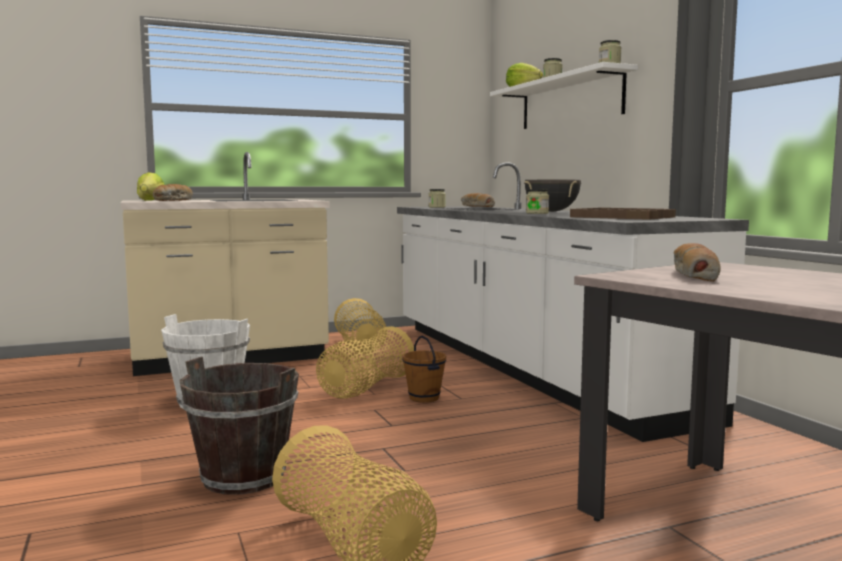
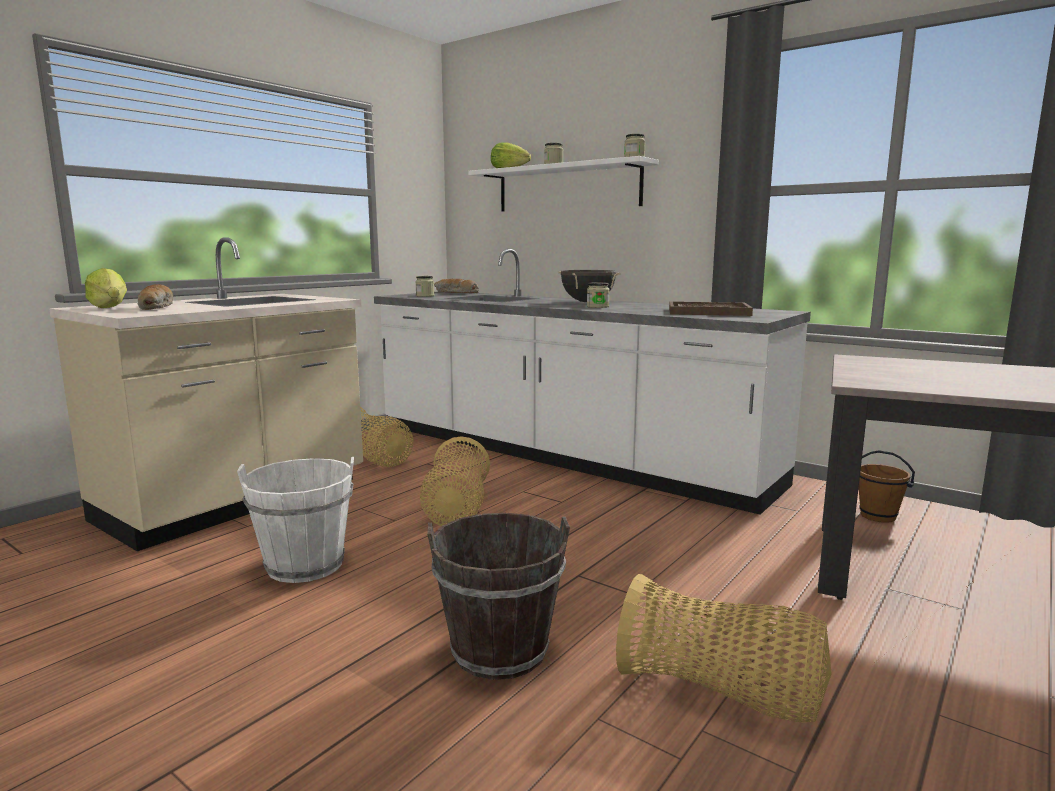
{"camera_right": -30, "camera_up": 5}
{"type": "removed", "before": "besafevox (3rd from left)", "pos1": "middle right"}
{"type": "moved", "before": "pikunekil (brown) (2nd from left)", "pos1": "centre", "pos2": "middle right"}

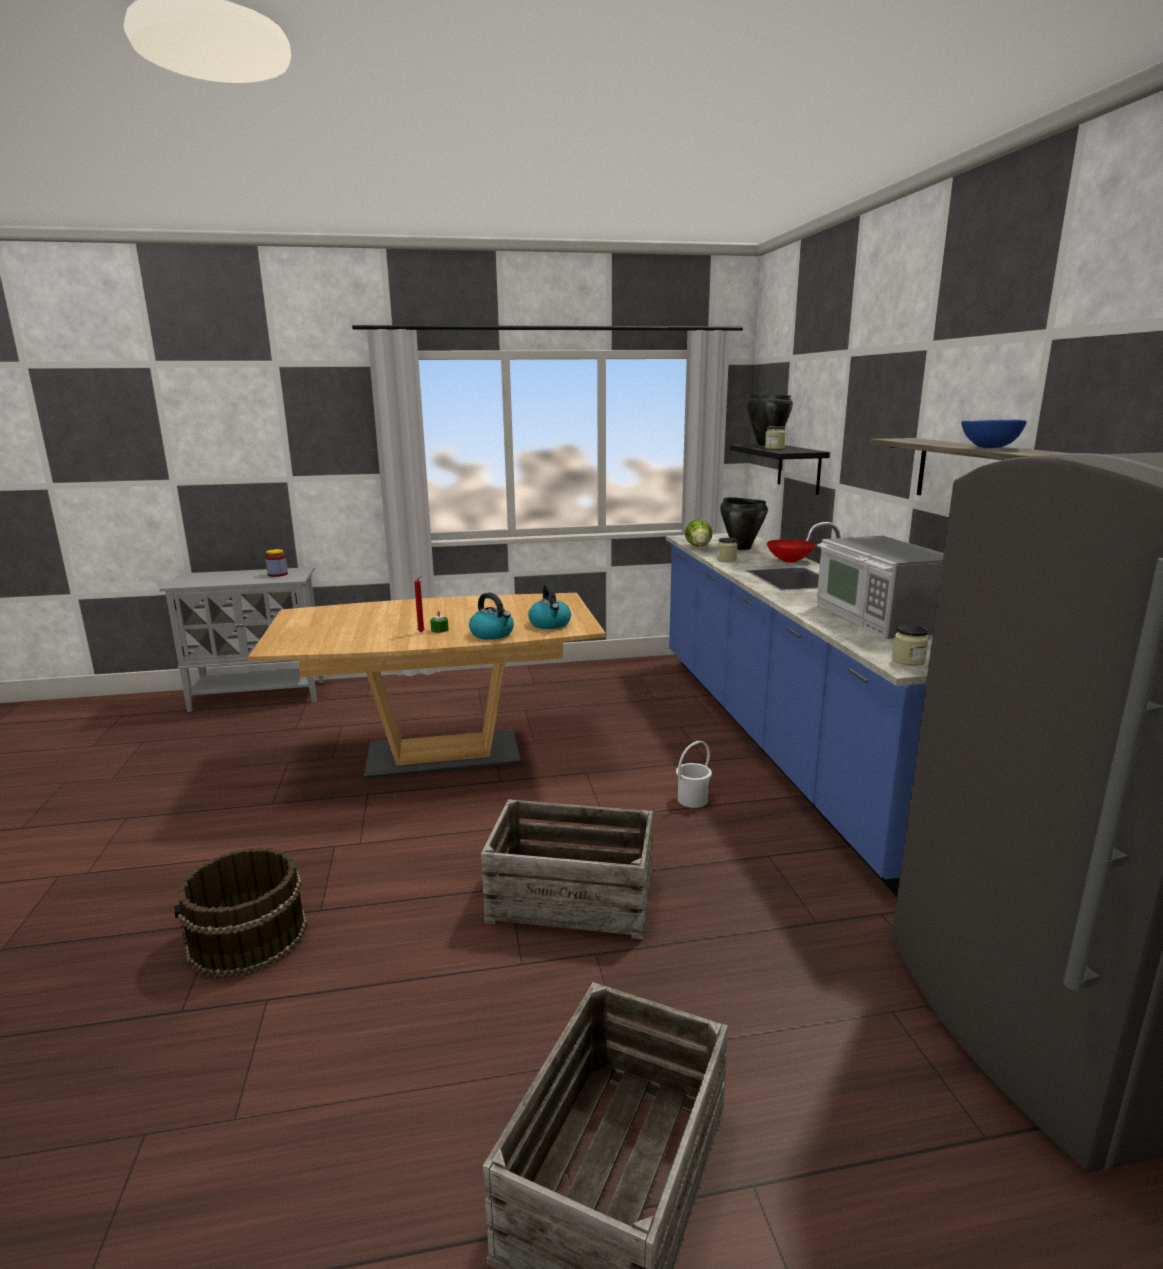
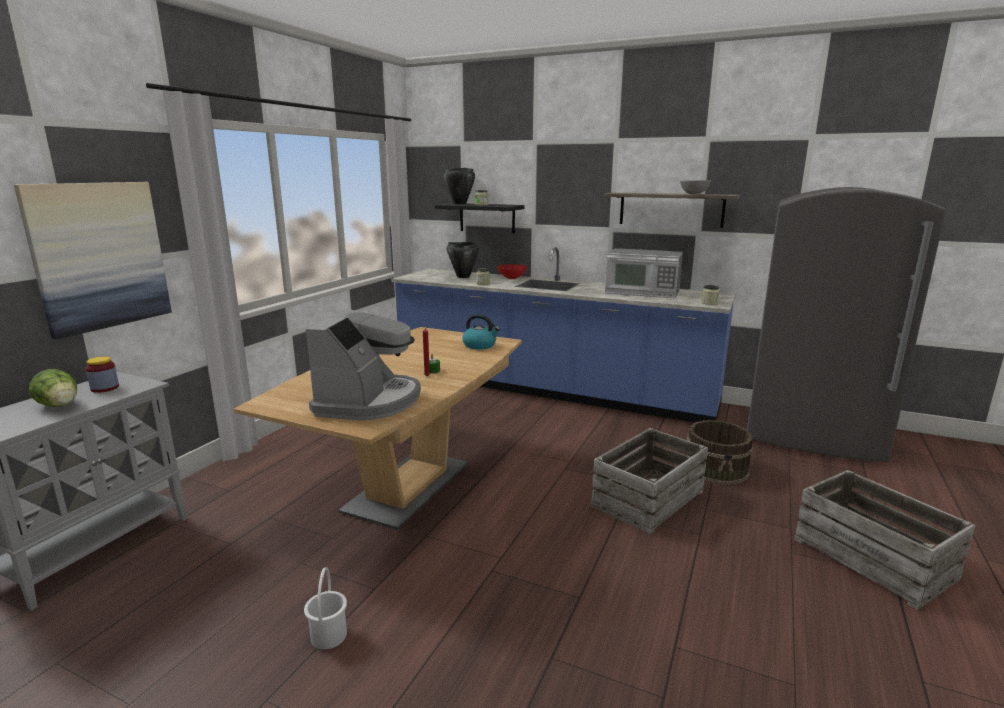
{"camera_right": -55, "camera_up": 0}
{"type": "recoloured", "before": "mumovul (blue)", "after": "mumovul (grey)", "pos1": "middle right", "pos2": "top right"}
{"type": "moved", "before": "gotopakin", "pos1": "centre", "pos2": "middle left"}
{"type": "removed", "before": "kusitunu (1st from left)", "pos1": "centre"}
{"type": "moved", "before": "pikunekil (white)", "pos1": "centre", "pos2": "bottom left"}
{"type": "moved", "before": "pikunekil (brown)", "pos1": "bottom left", "pos2": "middle right"}
{"type": "added", "after": "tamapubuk", "pos2": "middle left"}
{"type": "added", "after": "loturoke", "pos2": "centre"}

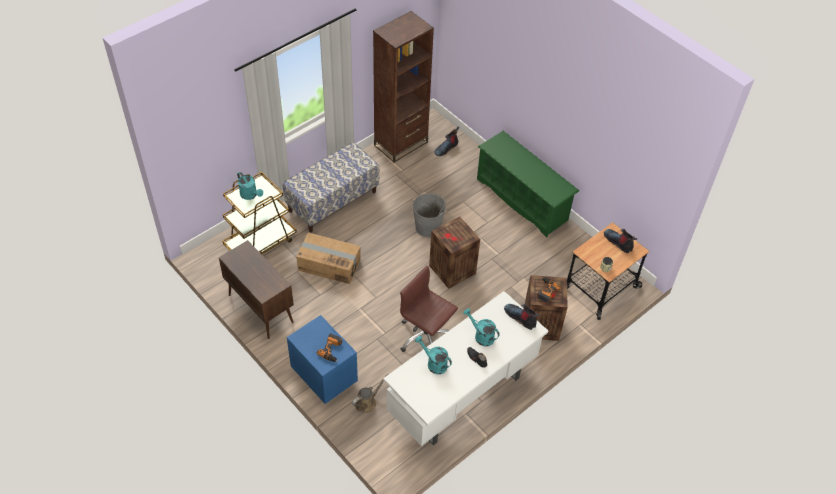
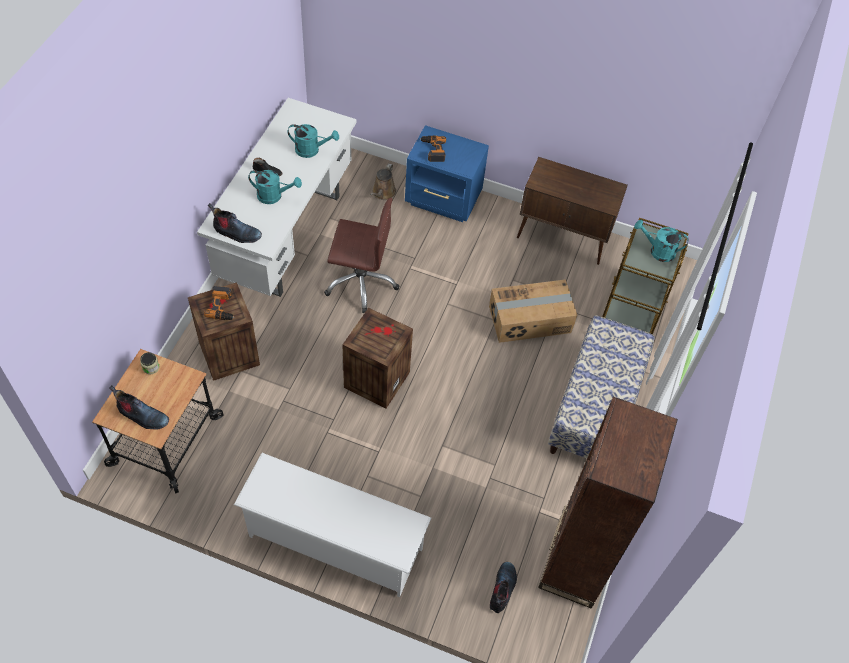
{"camera_right": 150, "camera_up": 5}
{"type": "recoloured", "before": "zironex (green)", "after": "zironex (white)", "pos1": "centre", "pos2": "bottom centre"}
{"type": "removed", "before": "pikunekil (grey)", "pos1": "centre"}

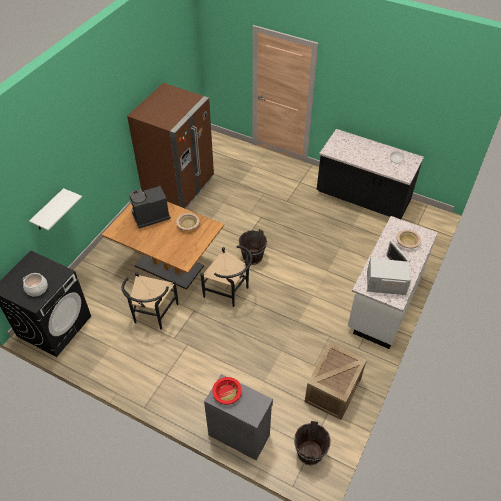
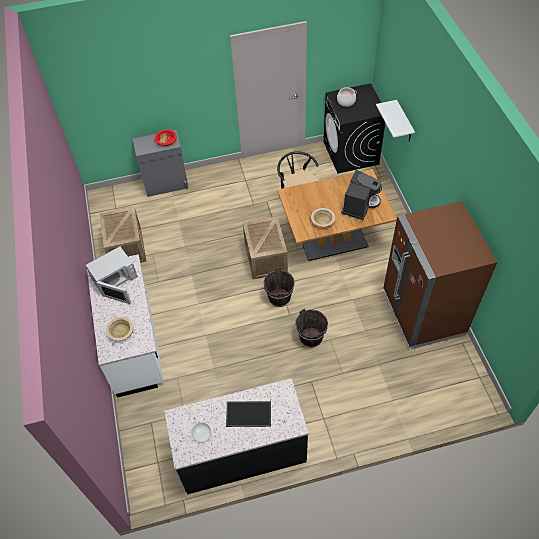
{"camera_right": 140, "camera_up": 5}
{"type": "replaced", "before": "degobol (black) (2nd from left)", "after": "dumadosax (2nd from left)", "pos1": "centre", "pos2": "centre"}
{"type": "moved", "before": "pikunekil (brown) (2nd from left)", "pos1": "bottom centre", "pos2": "centre"}
{"type": "added", "after": "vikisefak", "pos2": "bottom centre"}

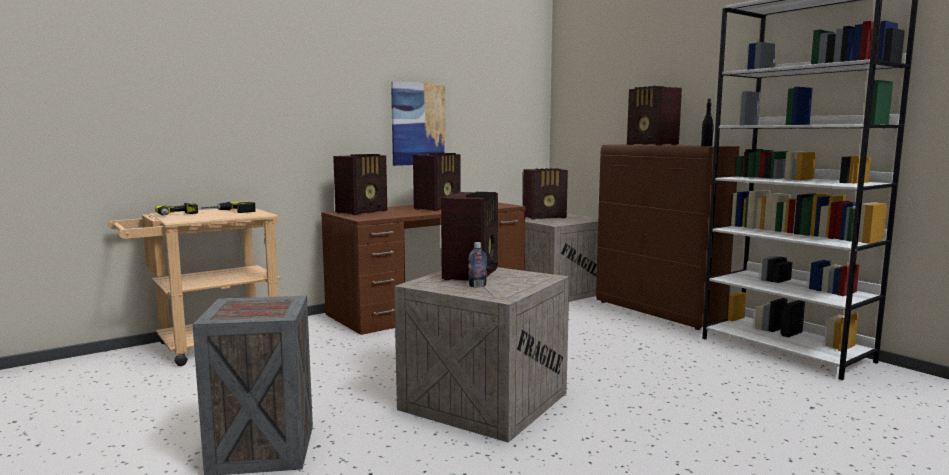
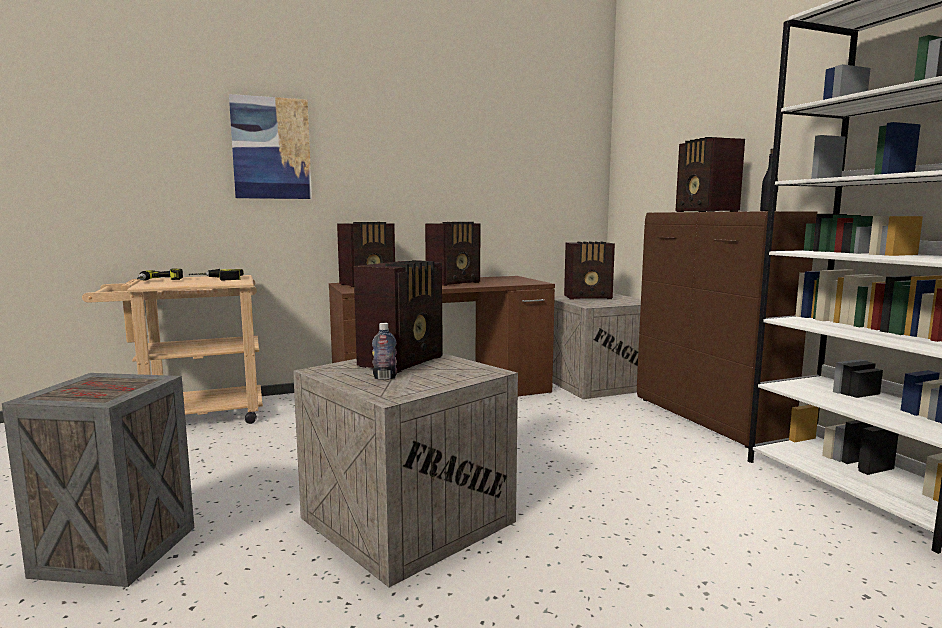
{"camera_right": 15, "camera_up": 0}
{"type": "moved", "before": "tamapubuk", "pos1": "top centre", "pos2": "top left"}

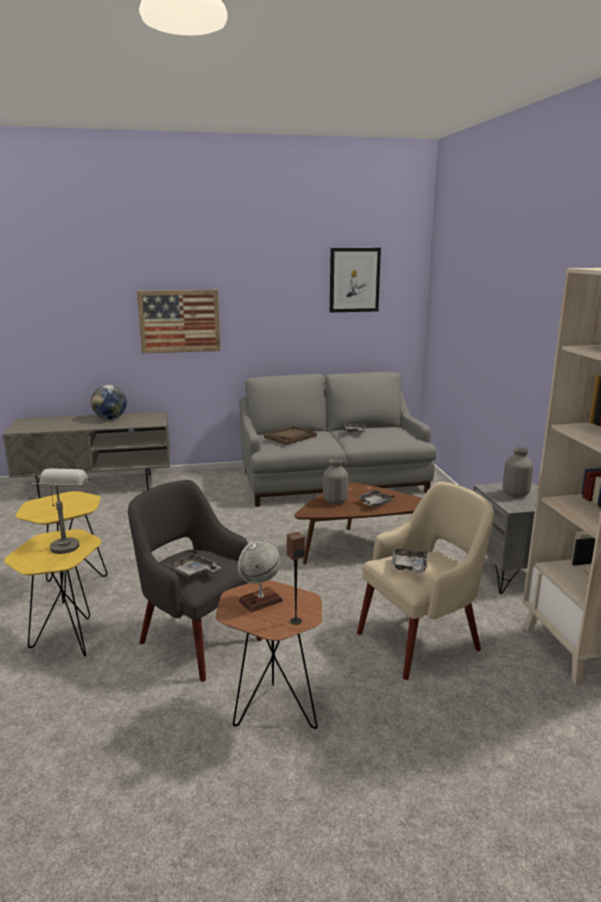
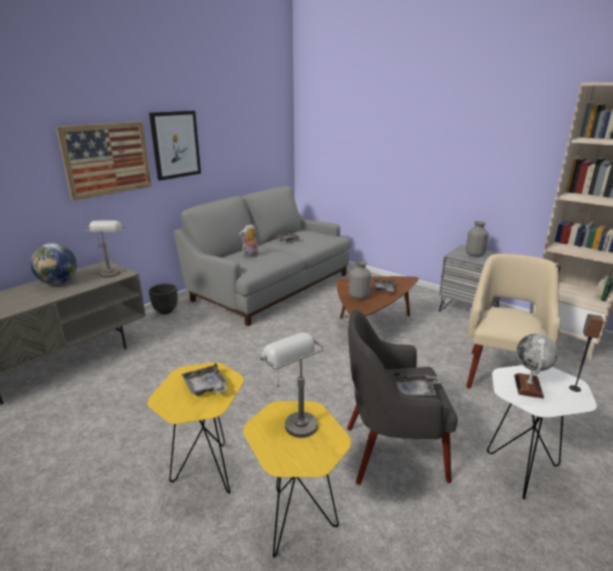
{"camera_right": -40, "camera_up": 5}
{"type": "moved", "before": "tamapubuk (2nd from left)", "pos1": "top centre", "pos2": "top left"}
{"type": "replaced", "before": "vikisefak (brown)", "after": "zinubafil", "pos1": "centre", "pos2": "centre"}
{"type": "moved", "before": "vikisefak (grey) (4th from left in the first image)", "after": "vikisefak (grey) (1st from left)", "pos1": "middle right", "pos2": "middle left"}
{"type": "recoloured", "before": "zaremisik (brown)", "after": "zaremisik (white)", "pos1": "bottom centre", "pos2": "bottom right"}
{"type": "added", "after": "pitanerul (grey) (1st from left)", "pos2": "middle left"}
{"type": "added", "after": "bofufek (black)", "pos2": "middle left"}

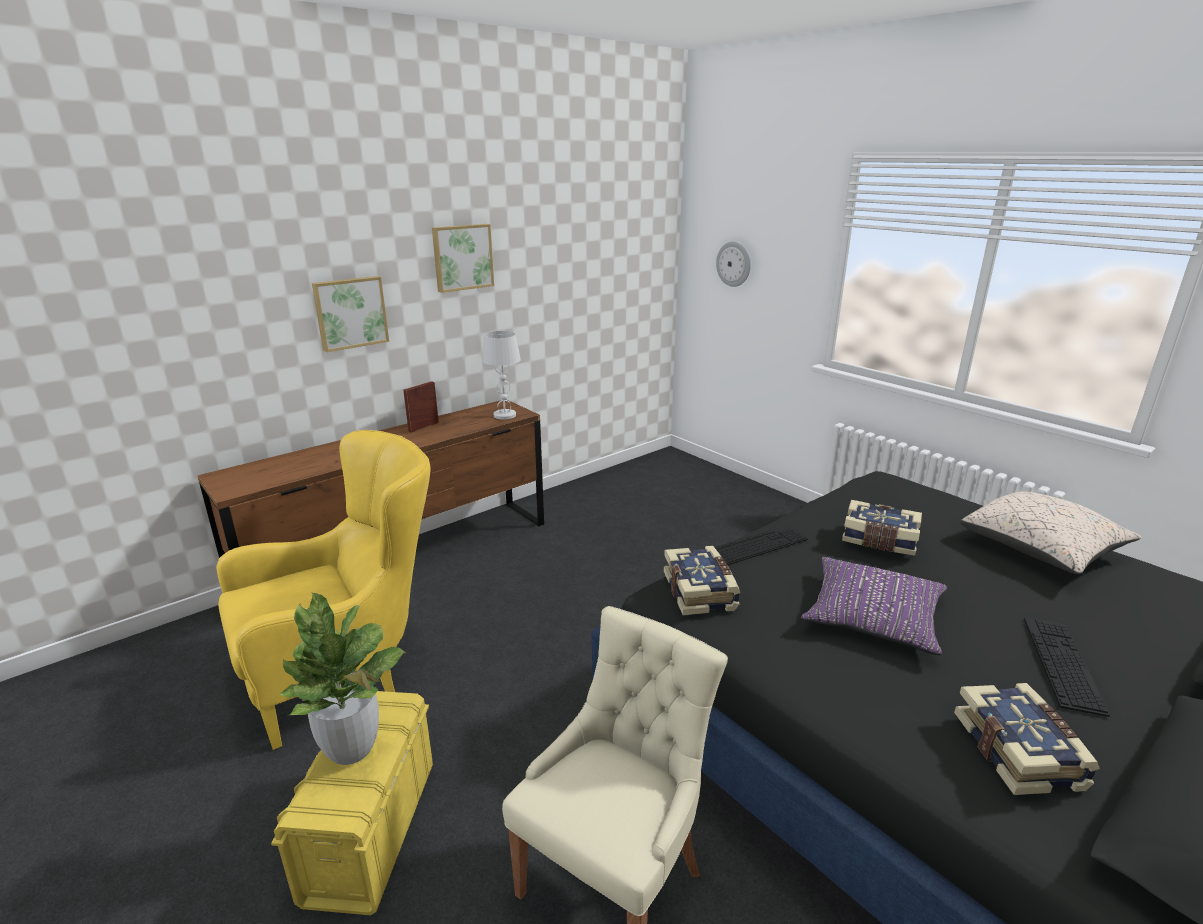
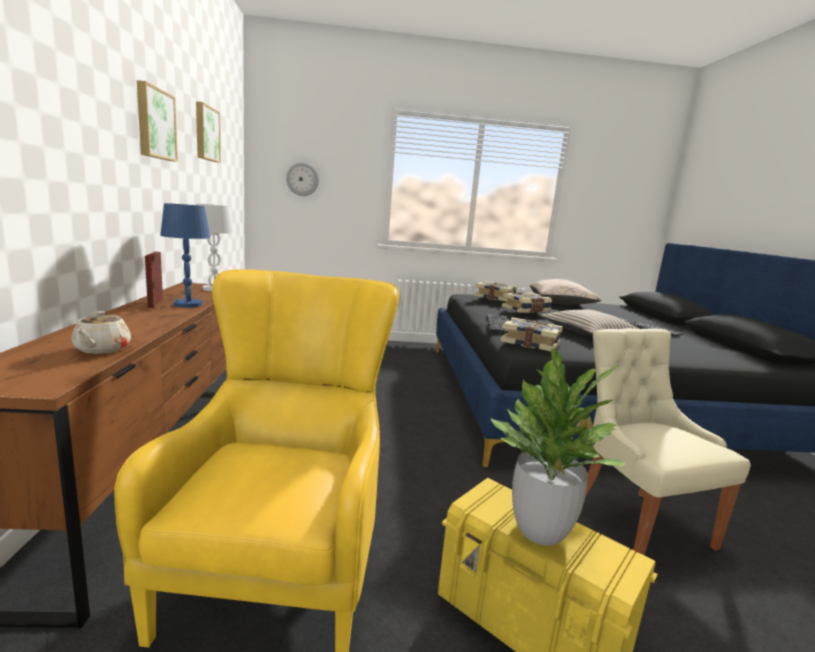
{"camera_right": -55, "camera_up": -10}
{"type": "moved", "before": "tamapubuk (1st from left in the first image)", "after": "tamapubuk (2nd from left)", "pos1": "middle left", "pos2": "top left"}
{"type": "recoloured", "before": "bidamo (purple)", "after": "bidamo (beige) (2nd from left)", "pos1": "middle right", "pos2": "middle right"}
{"type": "moved", "before": "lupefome (3rd from left in the first image)", "after": "lupefome (1st from left)", "pos1": "bottom right", "pos2": "centre"}
{"type": "added", "after": "pitanerul (blue)", "pos2": "middle left"}
{"type": "added", "after": "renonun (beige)", "pos2": "middle left"}

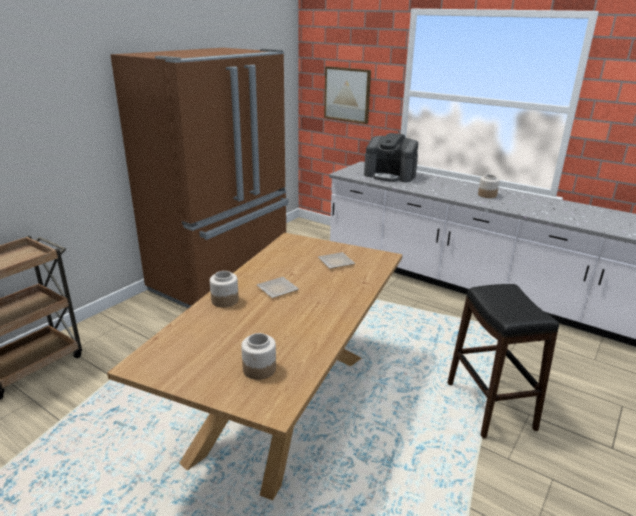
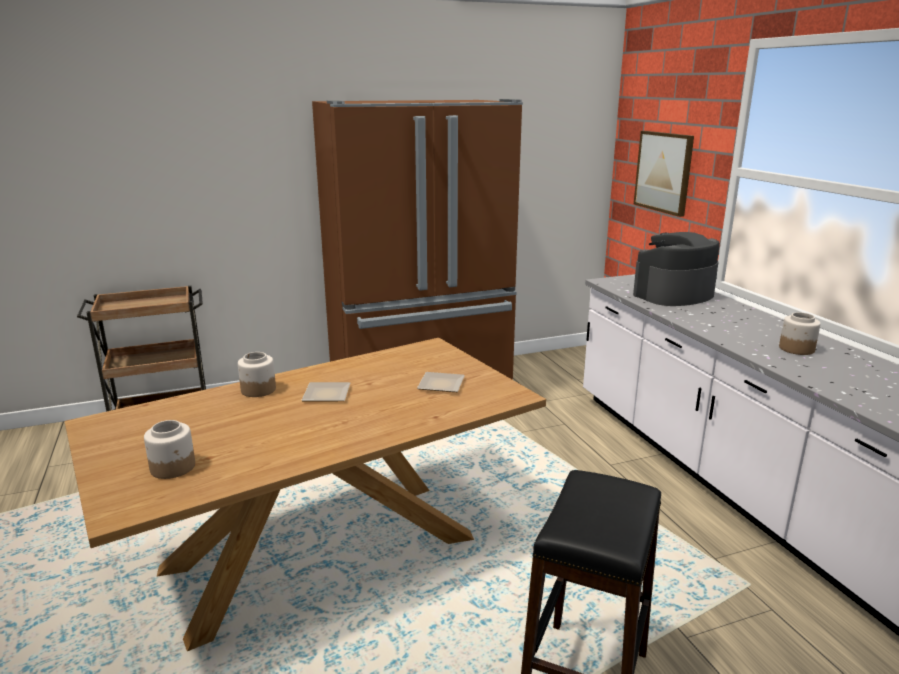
{"camera_right": 35, "camera_up": -5}
{"type": "turned", "before": "loturoke", "pos1": "top centre", "pos2": "middle right", "turn": 90}

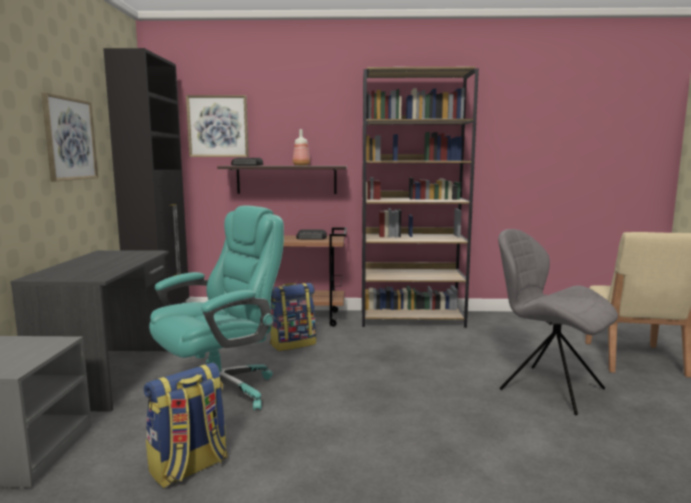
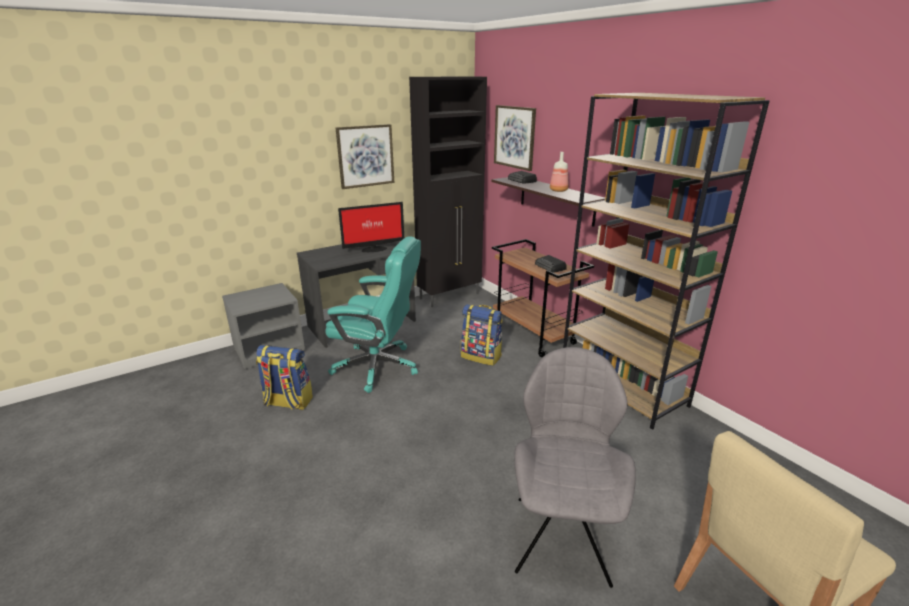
{"camera_right": 55, "camera_up": 15}
{"type": "added", "after": "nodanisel", "pos2": "centre"}

